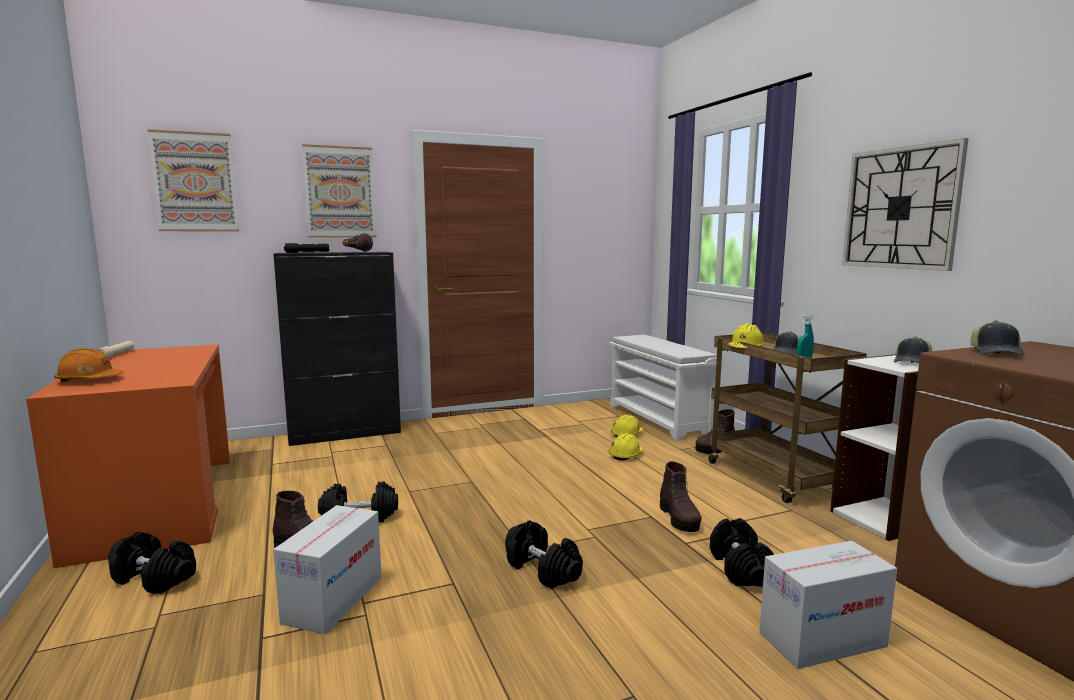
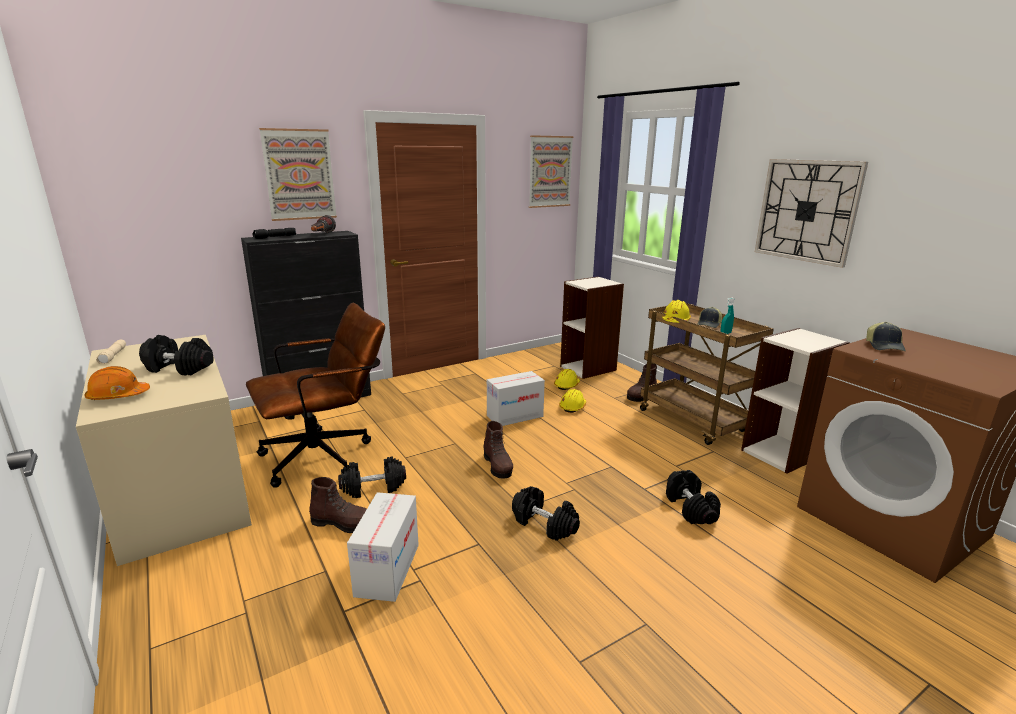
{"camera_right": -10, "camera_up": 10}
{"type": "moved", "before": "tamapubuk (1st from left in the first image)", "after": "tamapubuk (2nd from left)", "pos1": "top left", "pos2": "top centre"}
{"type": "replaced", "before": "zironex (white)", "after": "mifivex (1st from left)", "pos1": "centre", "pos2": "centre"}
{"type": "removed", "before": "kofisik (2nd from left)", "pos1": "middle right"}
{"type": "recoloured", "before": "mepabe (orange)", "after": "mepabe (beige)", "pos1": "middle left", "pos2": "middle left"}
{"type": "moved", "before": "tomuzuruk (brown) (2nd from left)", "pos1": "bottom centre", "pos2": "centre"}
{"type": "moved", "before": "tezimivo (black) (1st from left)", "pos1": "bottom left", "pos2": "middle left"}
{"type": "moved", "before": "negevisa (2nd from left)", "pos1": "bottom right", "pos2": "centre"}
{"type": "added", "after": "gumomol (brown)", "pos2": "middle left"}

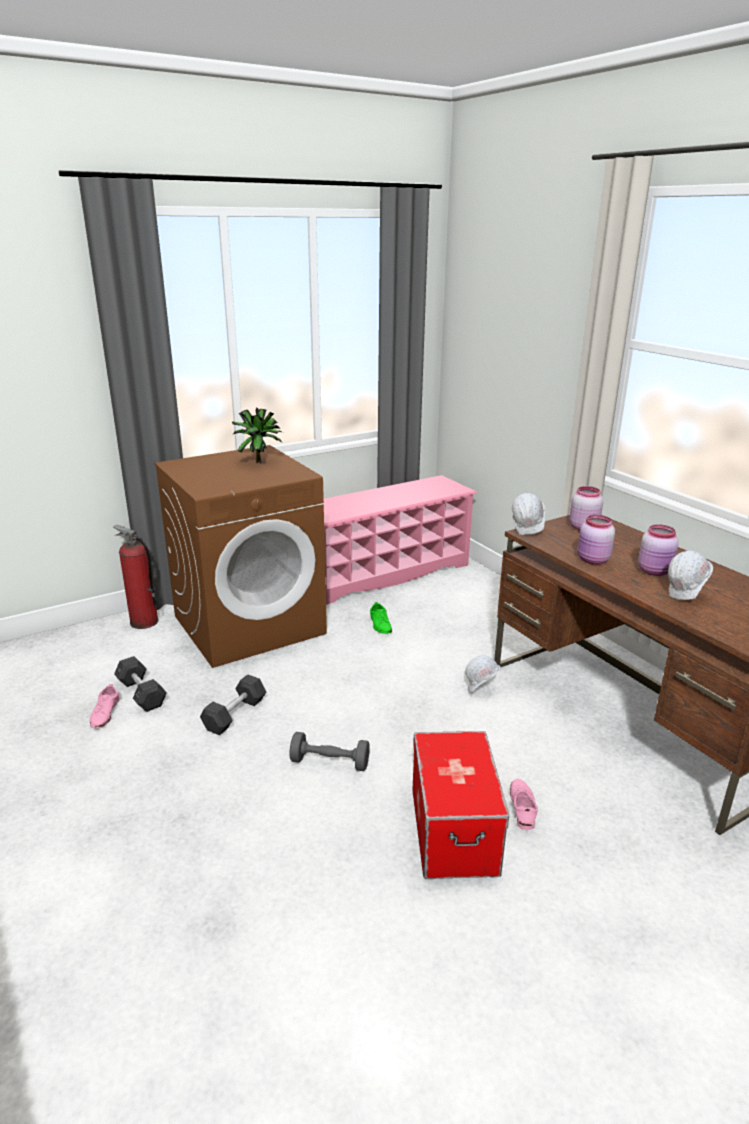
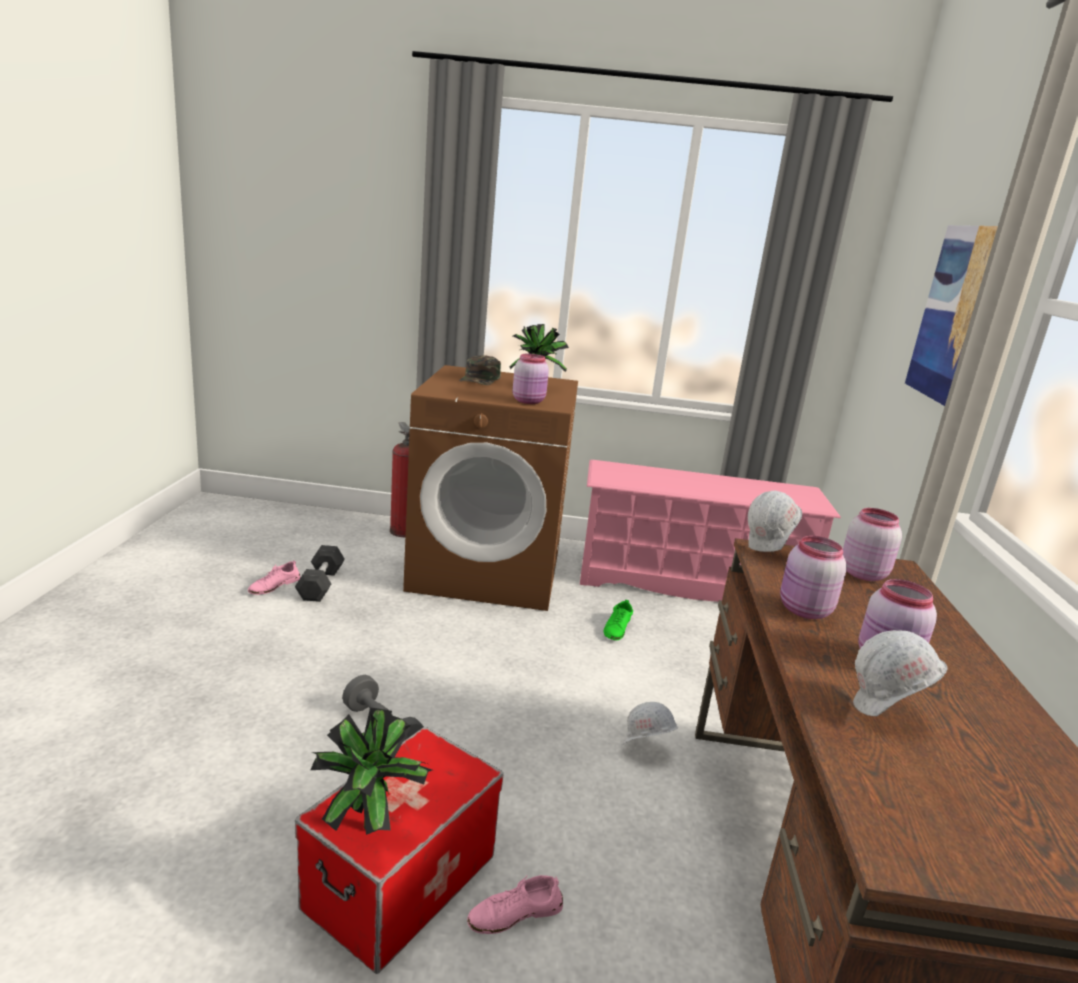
{"camera_right": 35, "camera_up": -5}
{"type": "removed", "before": "tezimivo (grey) (2nd from left)", "pos1": "middle left"}
{"type": "turned", "before": "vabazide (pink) (2nd from left)", "pos1": "bottom right", "pos2": "bottom centre", "turn": -150}
{"type": "added", "after": "tamapubuk", "pos2": "top right"}
{"type": "added", "after": "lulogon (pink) (1st from left)", "pos2": "centre"}
{"type": "added", "after": "kofisik (green)", "pos2": "centre"}
{"type": "added", "after": "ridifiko (1st from left)", "pos2": "bottom centre"}

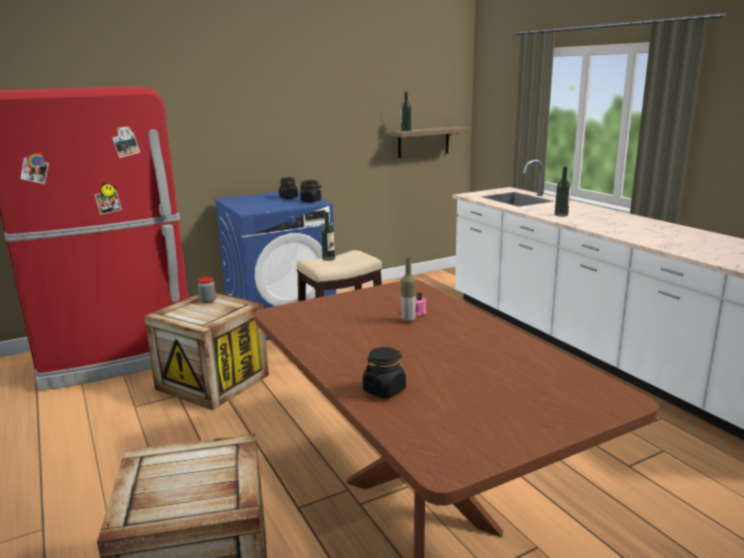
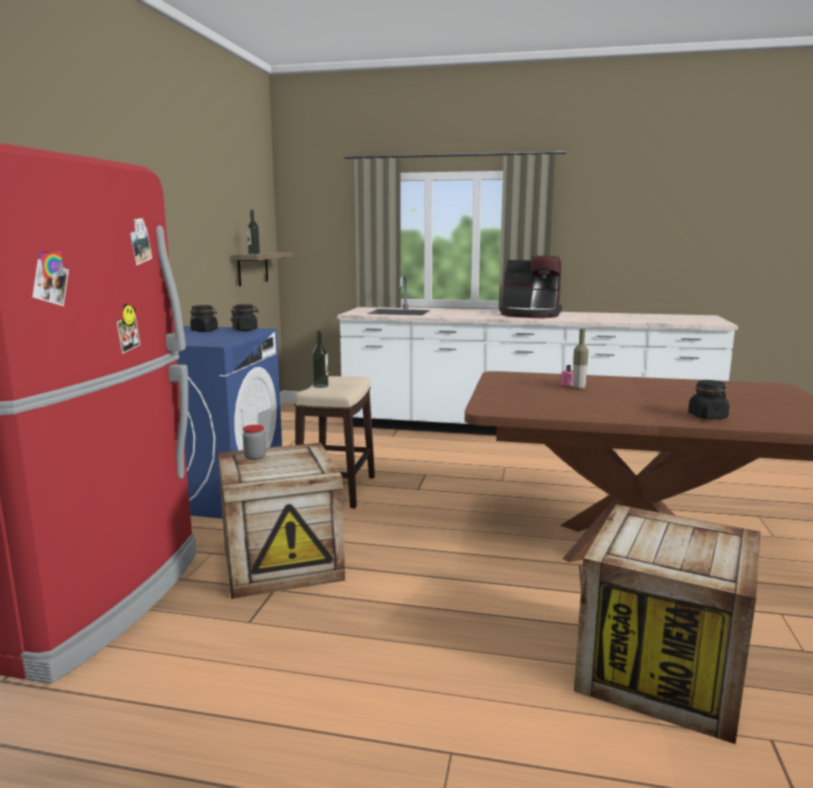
{"camera_right": -50, "camera_up": -5}
{"type": "removed", "before": "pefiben (4th from left)", "pos1": "middle right"}
{"type": "added", "after": "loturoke", "pos2": "centre"}

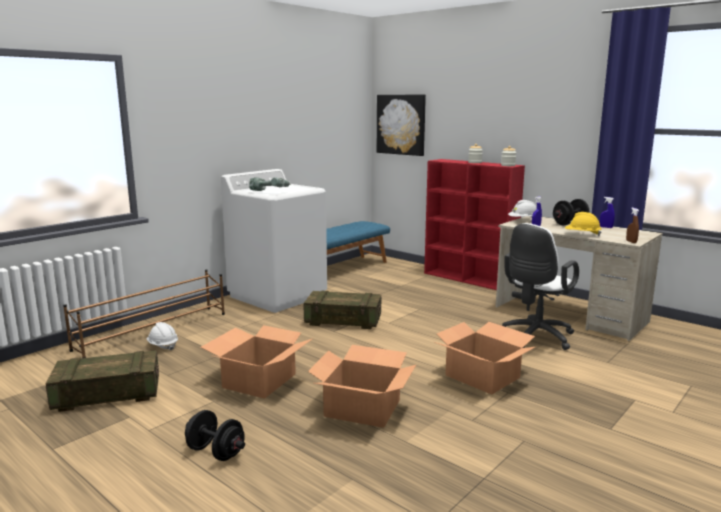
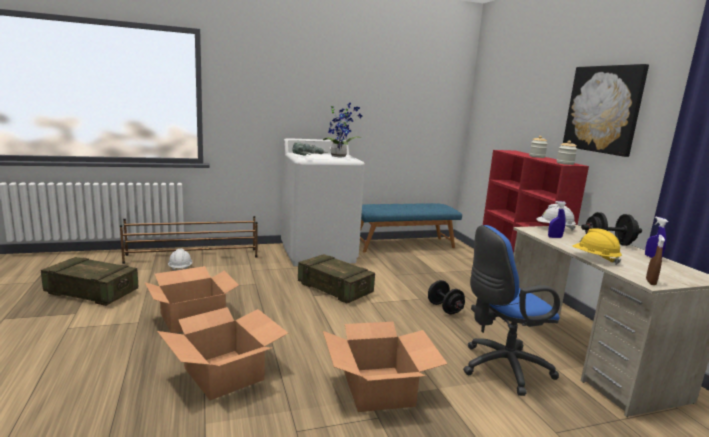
{"camera_right": 30, "camera_up": 0}
{"type": "moved", "before": "tamapubuk", "pos1": "top centre", "pos2": "top right"}
{"type": "recoloured", "before": "gumomol (white)", "after": "gumomol (blue)", "pos1": "middle right", "pos2": "bottom right"}
{"type": "moved", "before": "tezimivo (black) (1st from left)", "pos1": "bottom left", "pos2": "bottom centre"}
{"type": "added", "after": "ridifiko", "pos2": "top centre"}

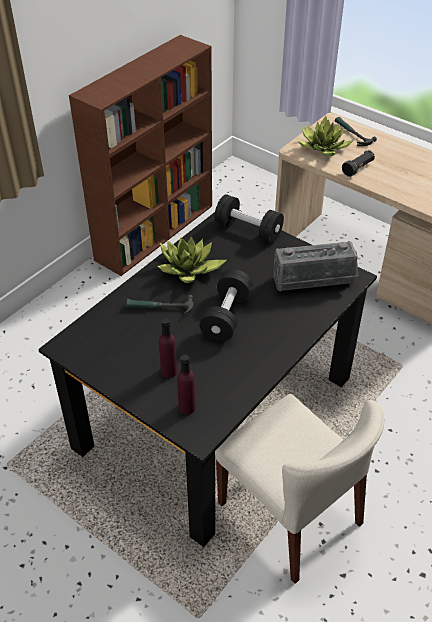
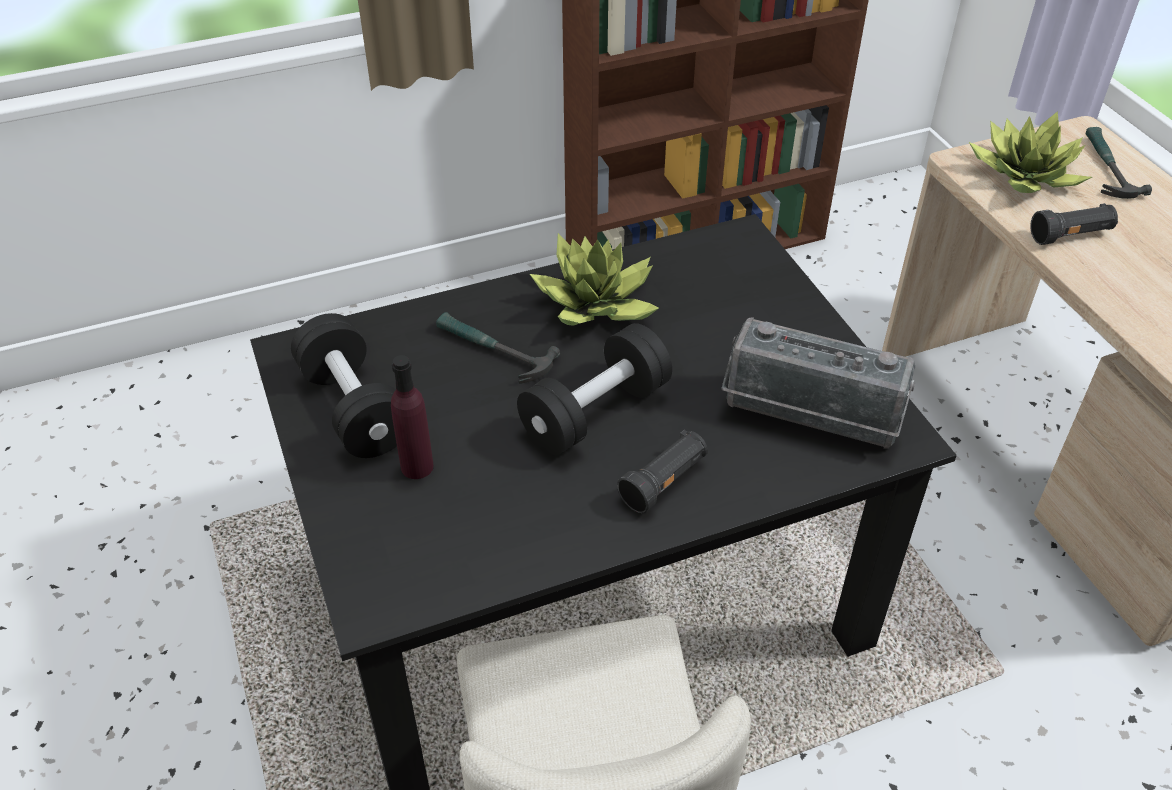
{"camera_right": 30, "camera_up": 0}
{"type": "moved", "before": "tezimivo (black) (2nd from left in the first image)", "after": "tezimivo (black) (1st from left)", "pos1": "centre", "pos2": "middle left"}
{"type": "removed", "before": "pefiben (purple) (2nd from left)", "pos1": "centre"}
{"type": "added", "after": "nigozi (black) (1st from left)", "pos2": "centre"}

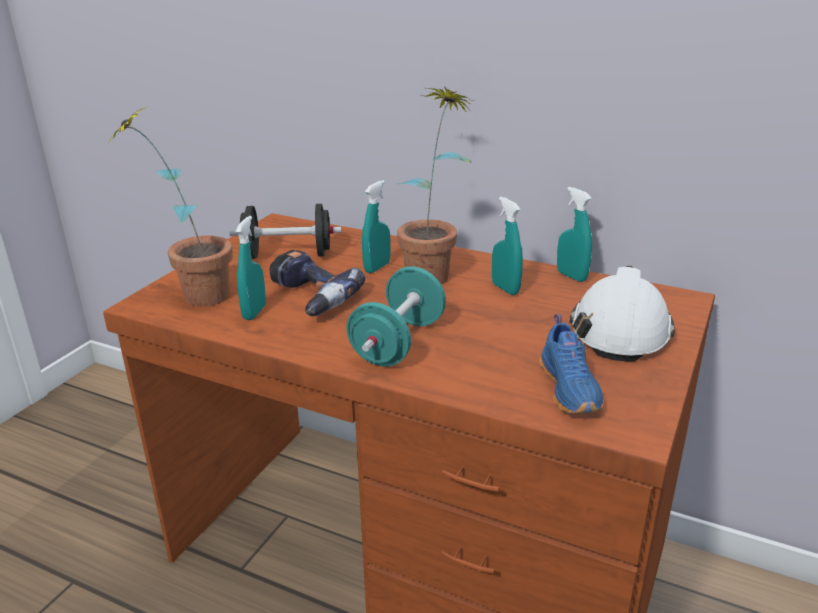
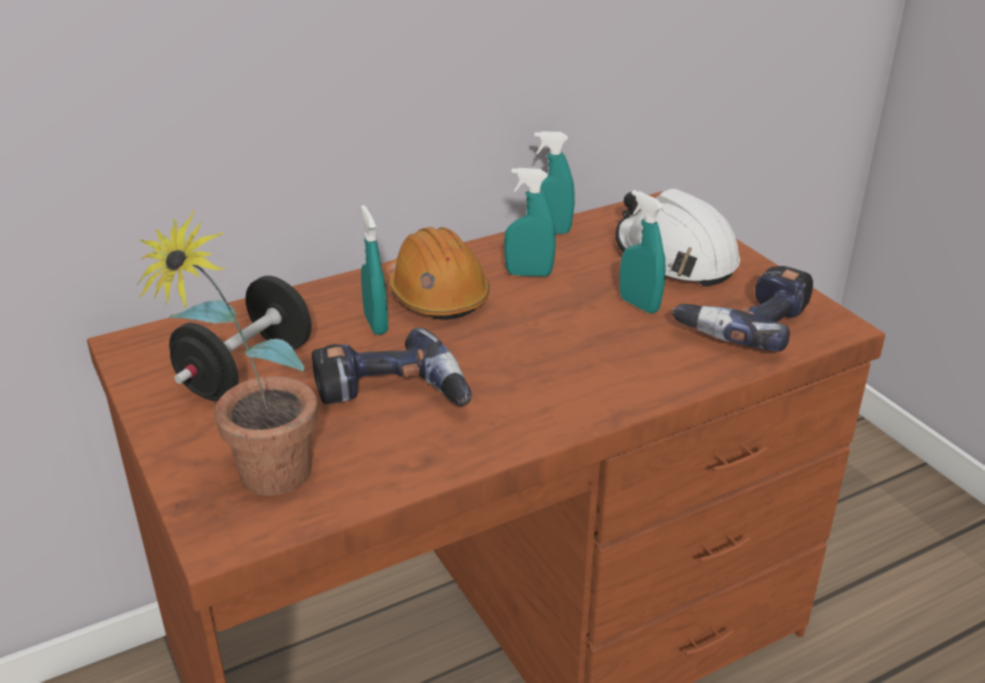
{"camera_right": -55, "camera_up": 5}
{"type": "replaced", "before": "ridifiko (2nd from left)", "after": "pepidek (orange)", "pos1": "top centre", "pos2": "centre"}
{"type": "moved", "before": "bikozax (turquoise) (1st from left in the first image)", "after": "bikozax (turquoise) (4th from left)", "pos1": "middle left", "pos2": "centre"}
{"type": "removed", "before": "tezimivo (turquoise)", "pos1": "centre"}
{"type": "replaced", "before": "vabazide (blue)", "after": "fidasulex (2nd from left)", "pos1": "middle right", "pos2": "middle right"}

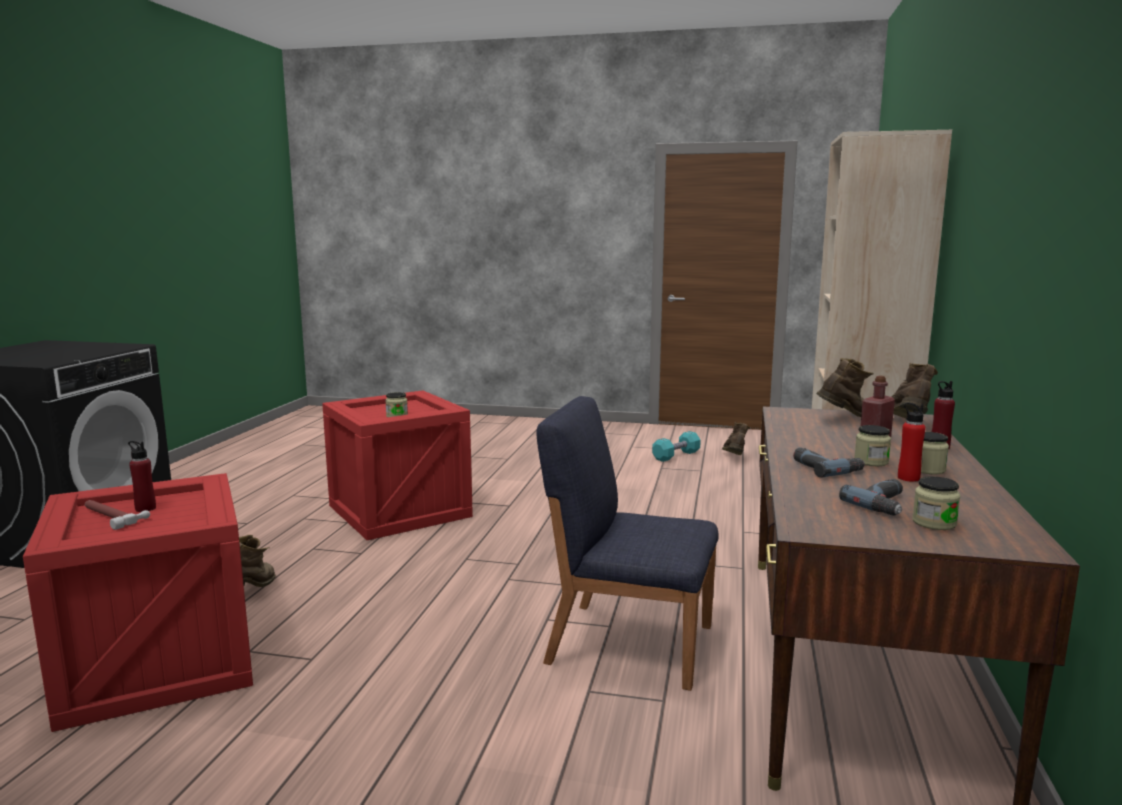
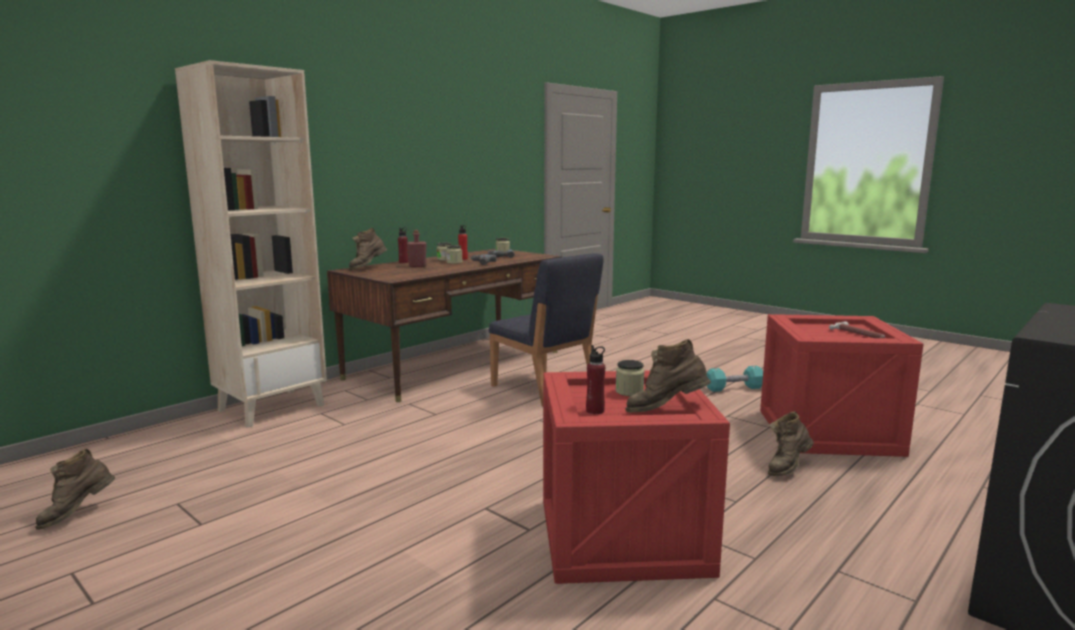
{"camera_right": -150, "camera_up": 0}
{"type": "moved", "before": "tomuzuruk (brown) (3rd from left)", "pos1": "middle right", "pos2": "centre"}
{"type": "moved", "before": "tezimivo (turquoise)", "pos1": "centre", "pos2": "middle right"}
{"type": "moved", "before": "pefiben (red) (1st from left in the first image)", "after": "pefiben (red) (4th from left)", "pos1": "middle left", "pos2": "centre"}

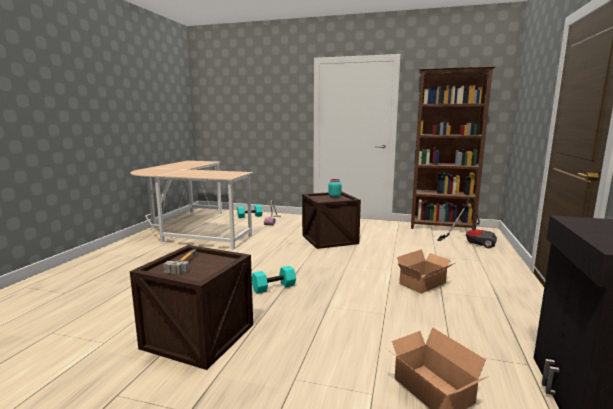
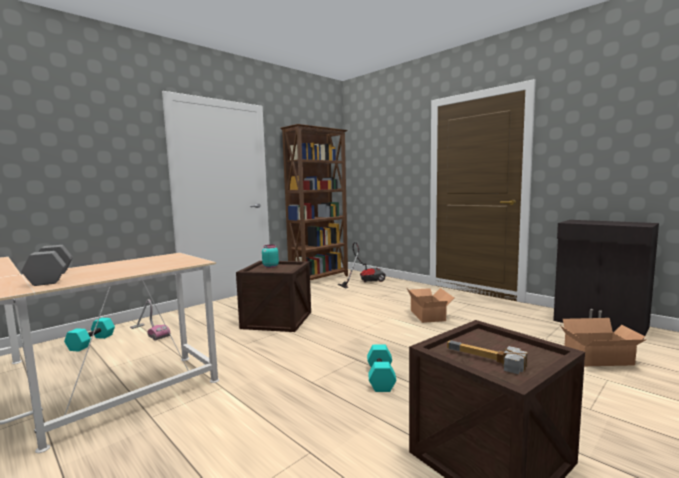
{"camera_right": -60, "camera_up": -5}
{"type": "added", "after": "tezimivo (grey)", "pos2": "middle left"}

